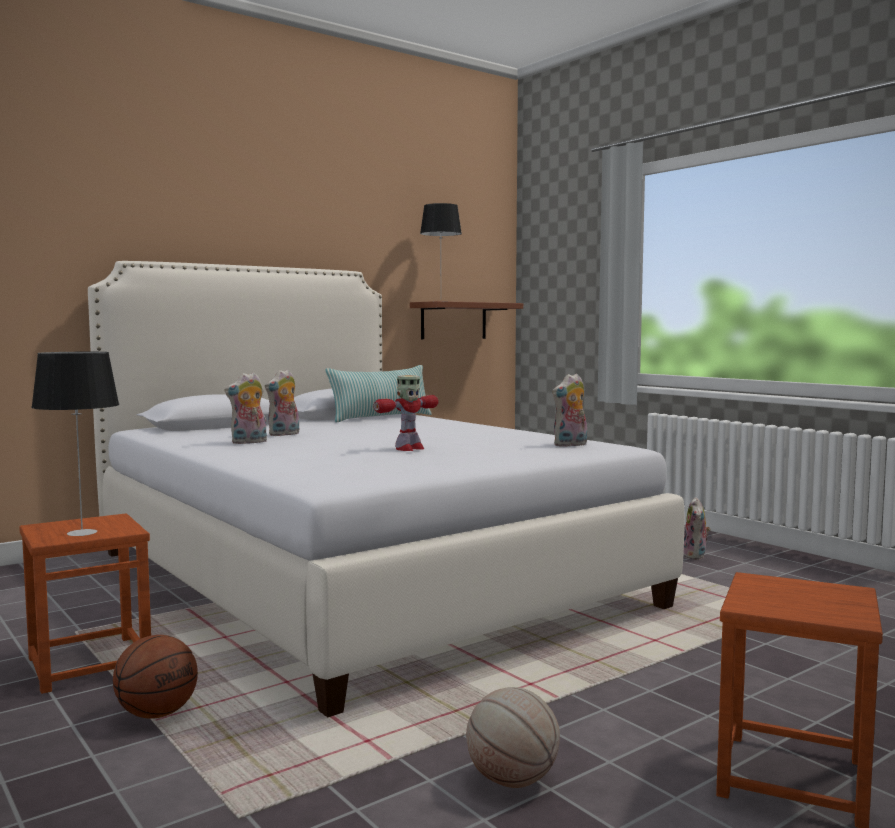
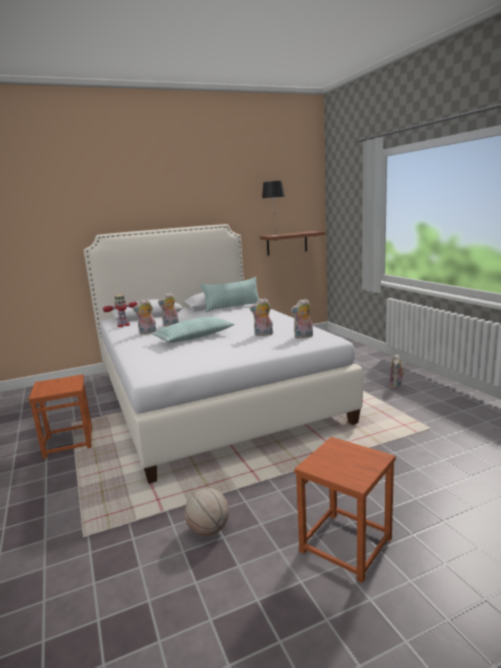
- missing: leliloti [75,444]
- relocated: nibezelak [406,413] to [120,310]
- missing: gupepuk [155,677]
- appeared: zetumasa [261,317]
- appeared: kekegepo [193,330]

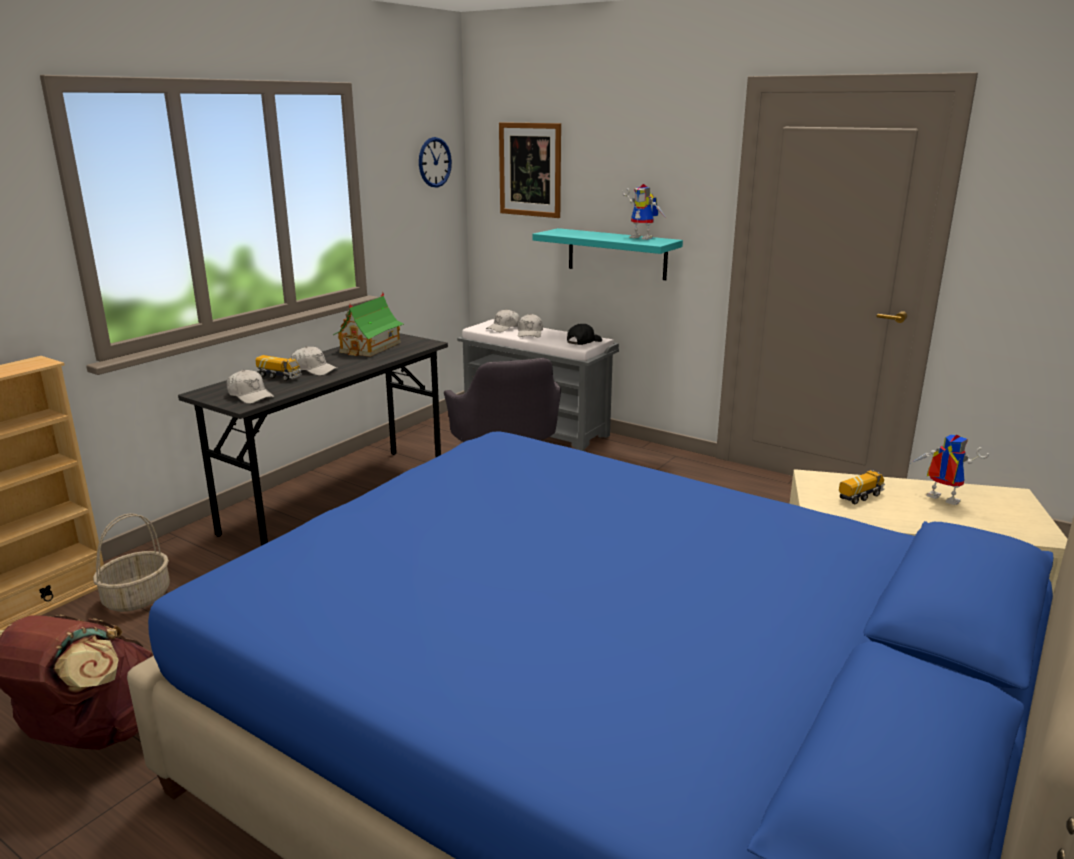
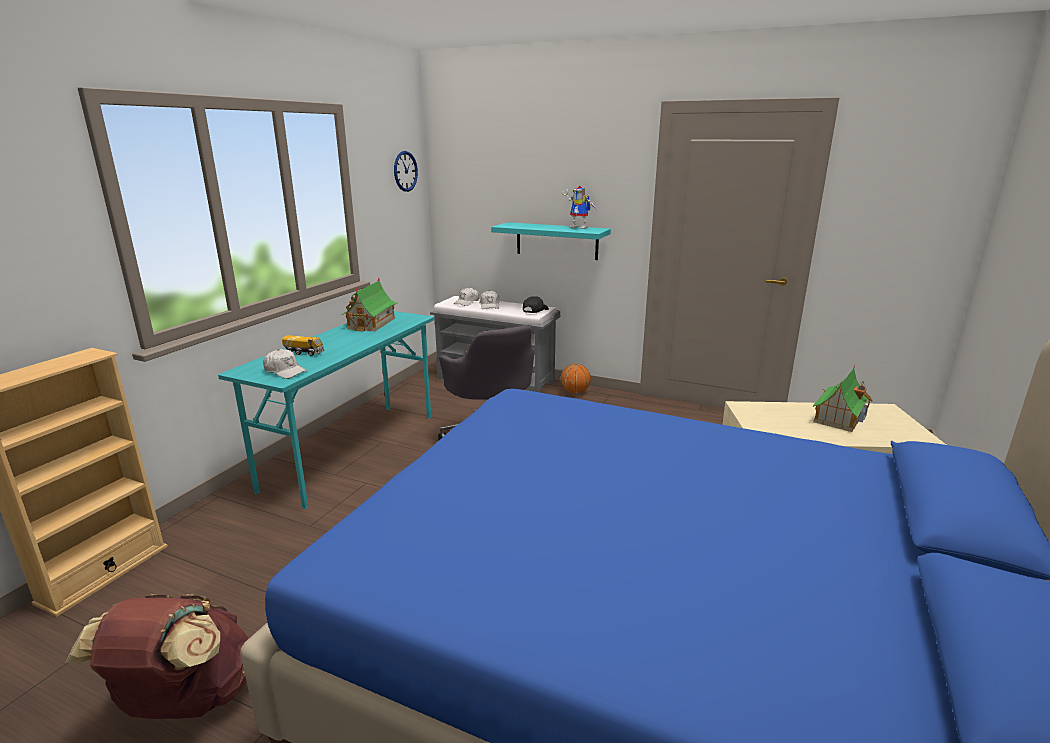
- missing: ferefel [530,170]
- colour: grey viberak [313,439] to turquoise viberak [326,410]
- missing: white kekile [314,361]
- exchanged: nibezelak [950,469] to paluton [843,398]
- missing: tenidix [862,487]
- missing: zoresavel [131,562]
- appeared: gupepuk [576,379]

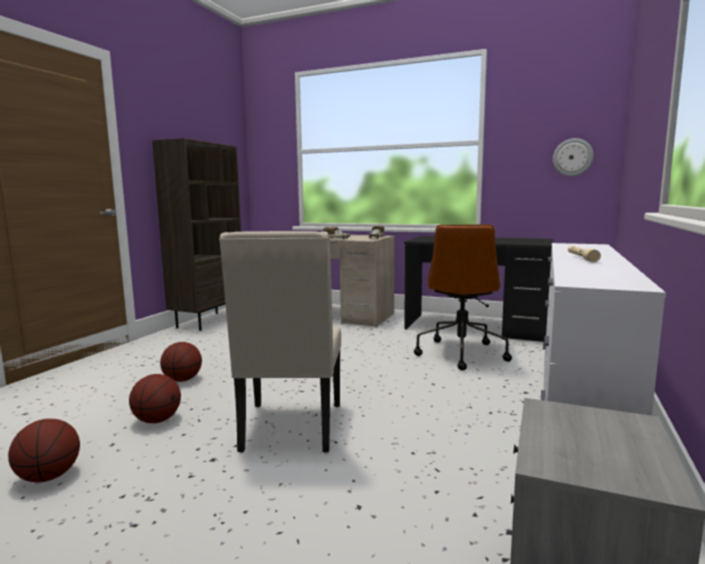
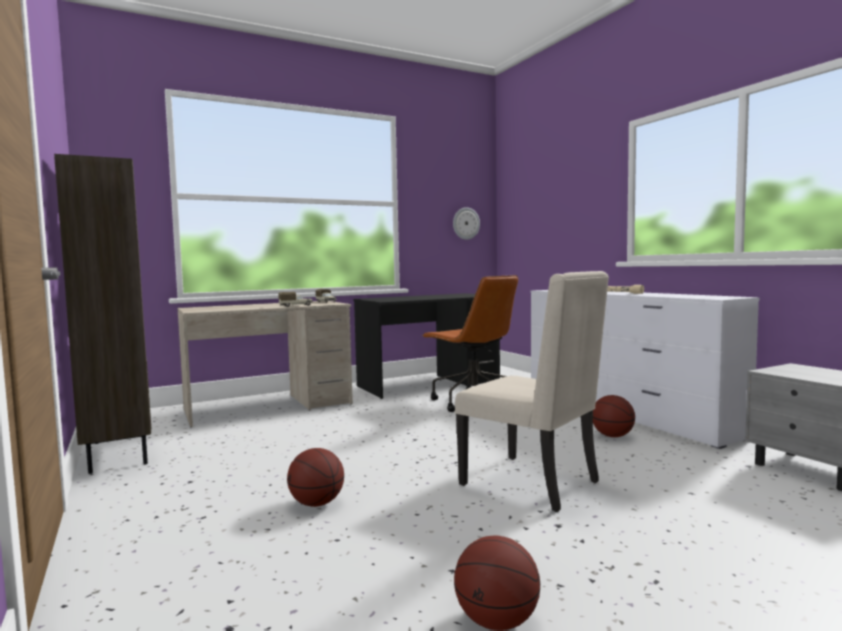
- relocated: gupepuk [155,398] to [614,416]

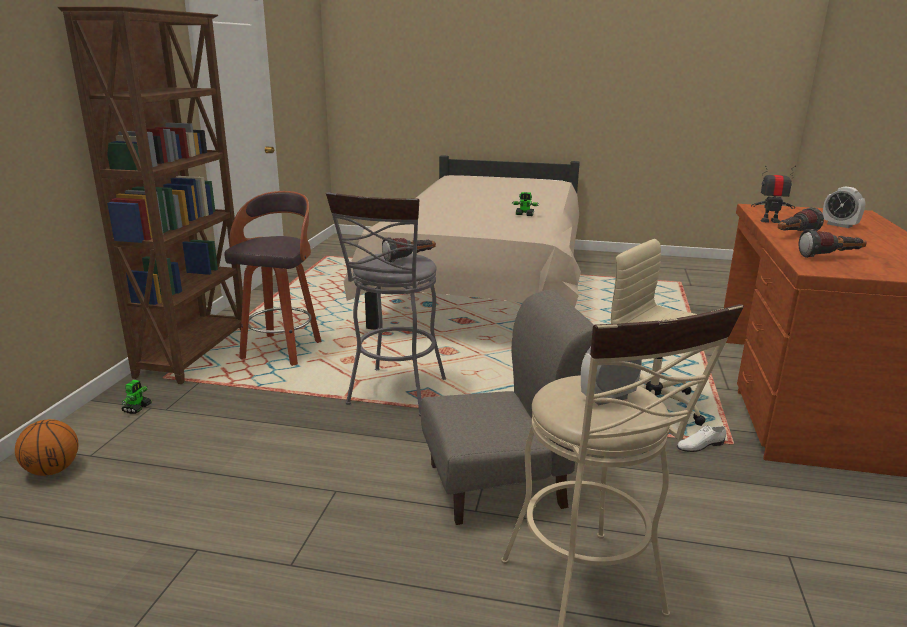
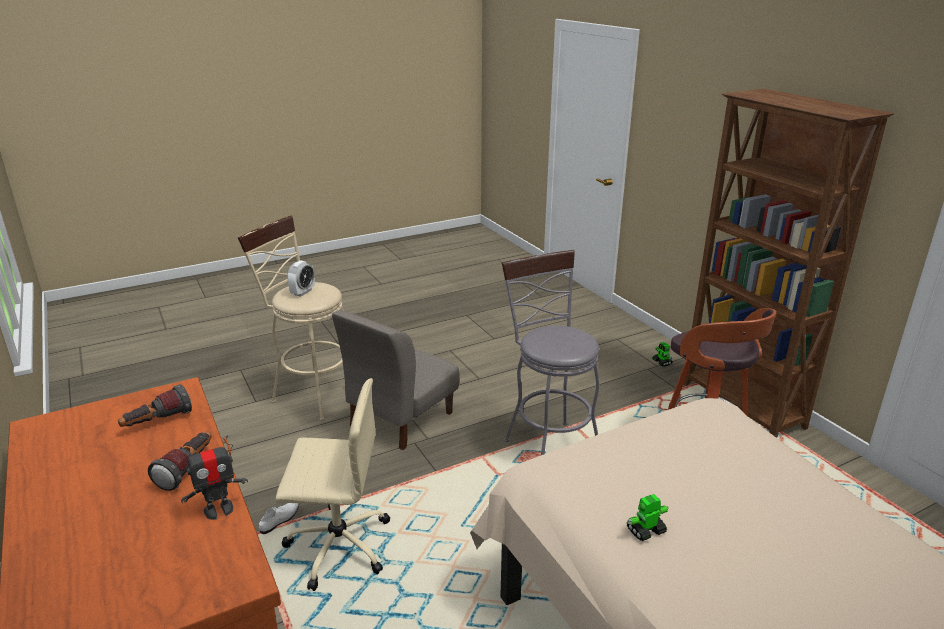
- missing: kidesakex [844,207]
- missing: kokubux [409,249]
- missing: gupepuk [47,447]

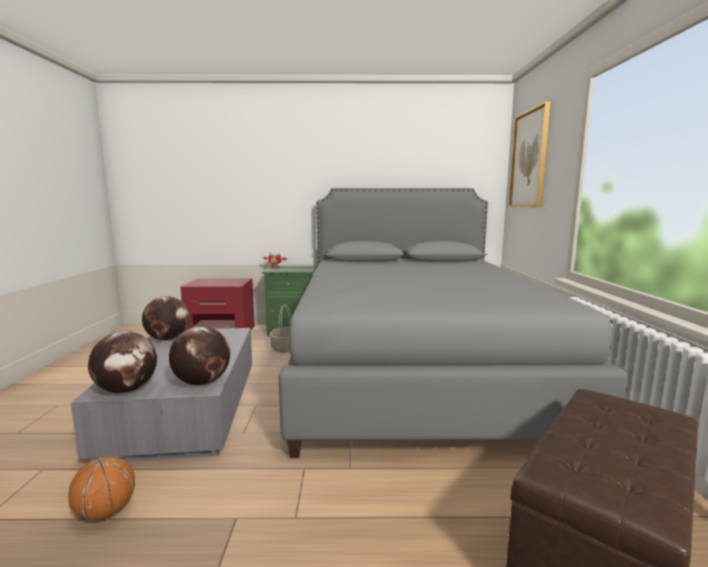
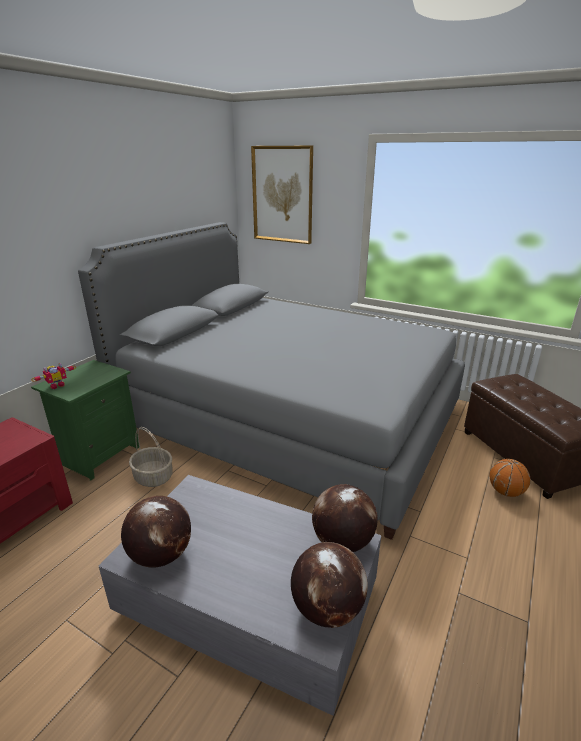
- relocated: gupepuk [101,488] to [510,478]

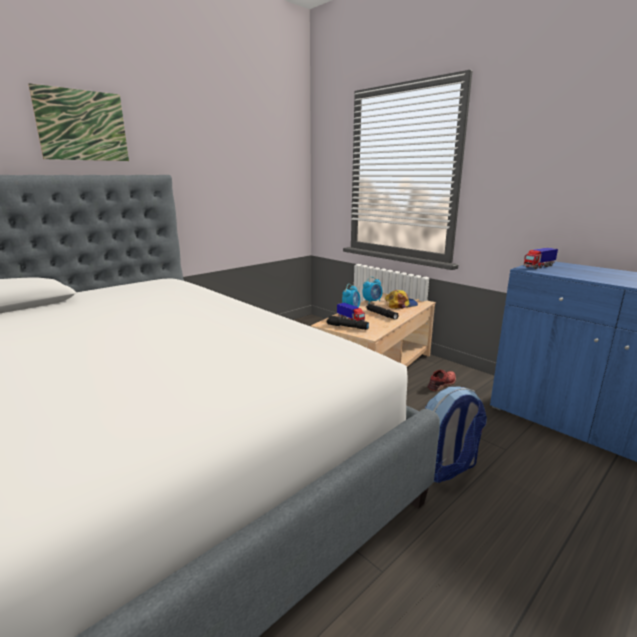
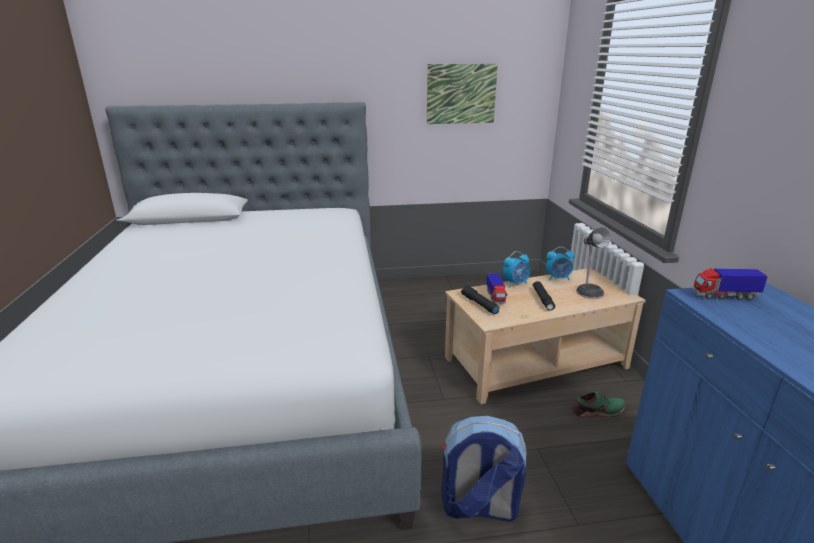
- relocated: ferefel [78,122] to [462,94]
- exchanged: kekile [401,299] to leliloti [593,263]
- colour: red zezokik [441,380] to green zezokik [599,404]

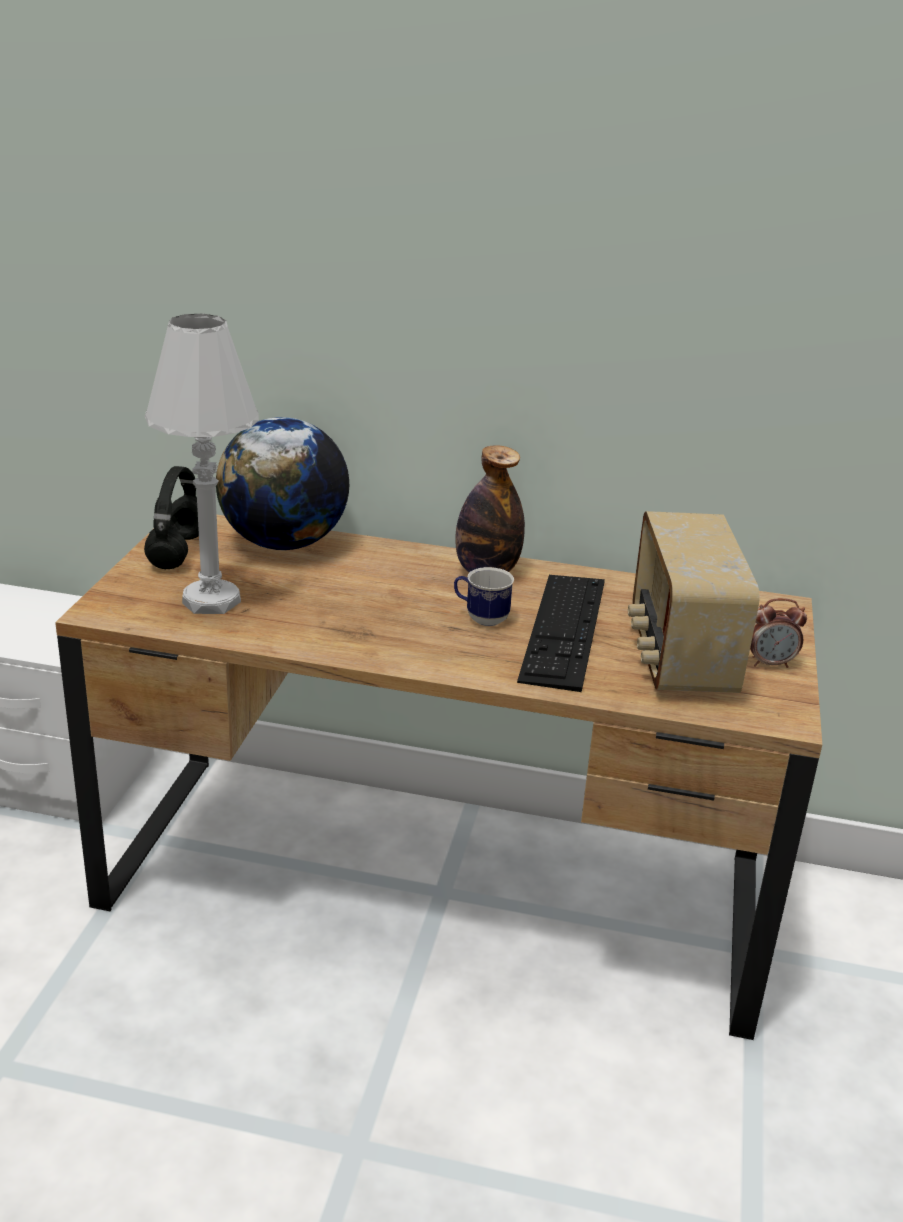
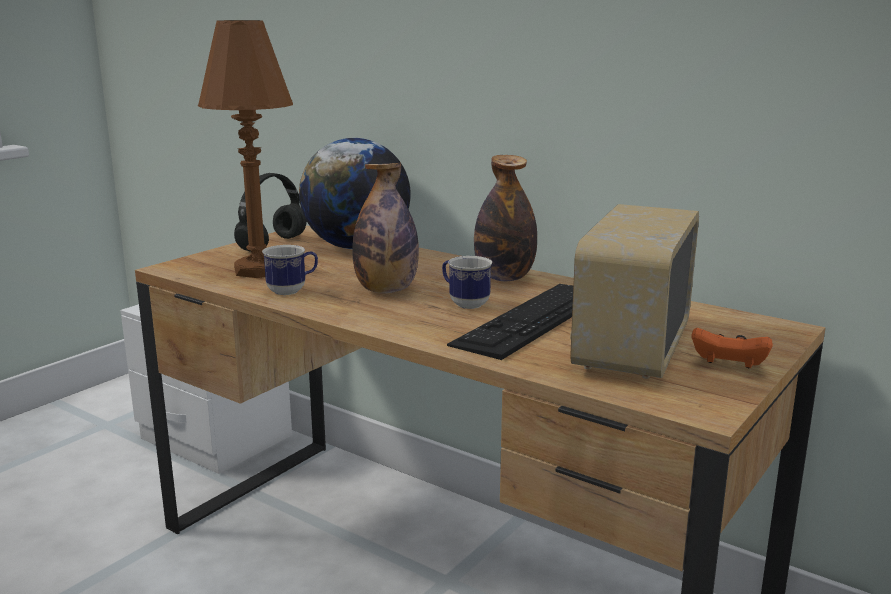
- colour: white leliloti [201,464] to brown leliloti [245,149]
- exchanged: kidesakex [778,633] to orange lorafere [732,348]
- appeared: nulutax [385,228]
- appeared: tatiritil [290,270]

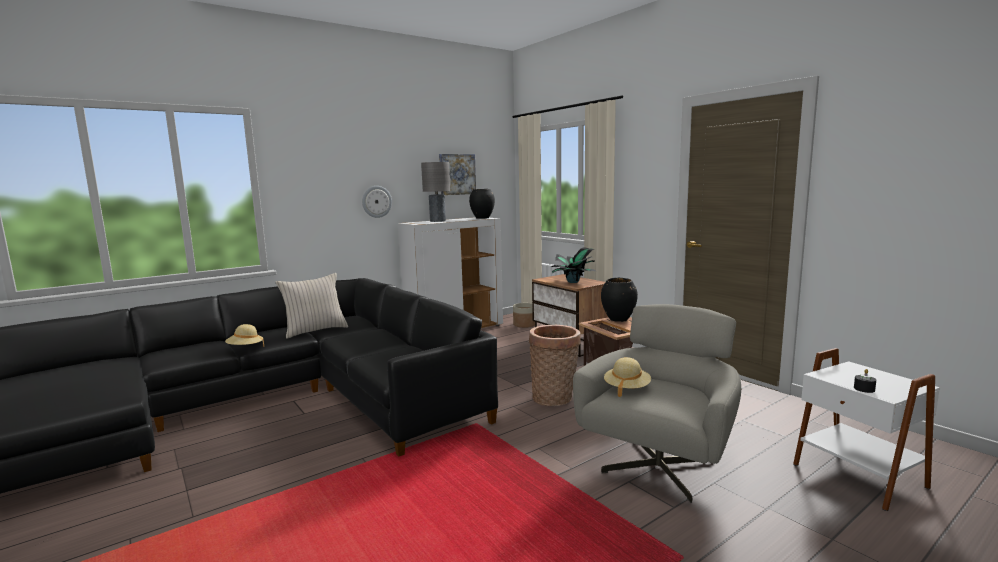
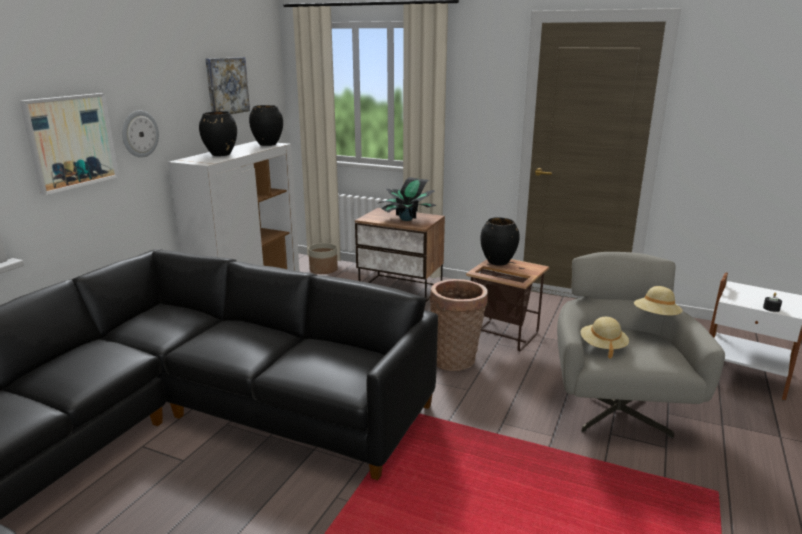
- exchanged: grey leliloti [435,192] to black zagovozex [218,133]
- missing: beige kekegepo [312,306]
- relocated: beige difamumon [244,335] to [658,300]
- appeared: ferefel [69,144]

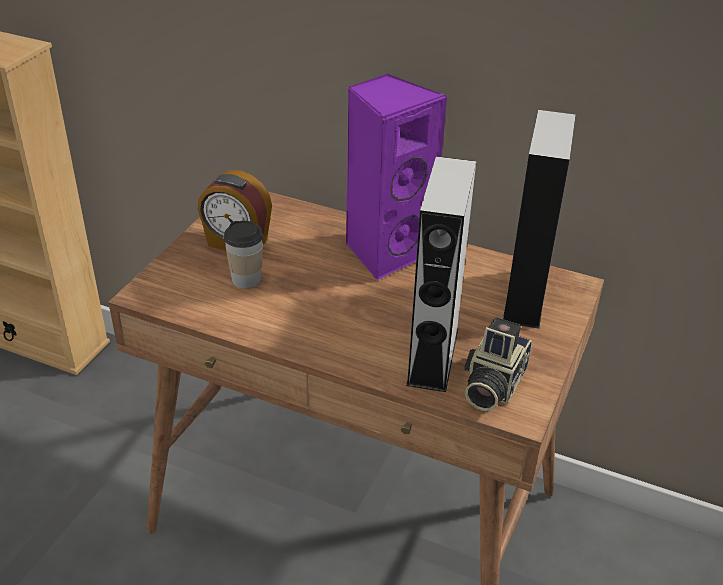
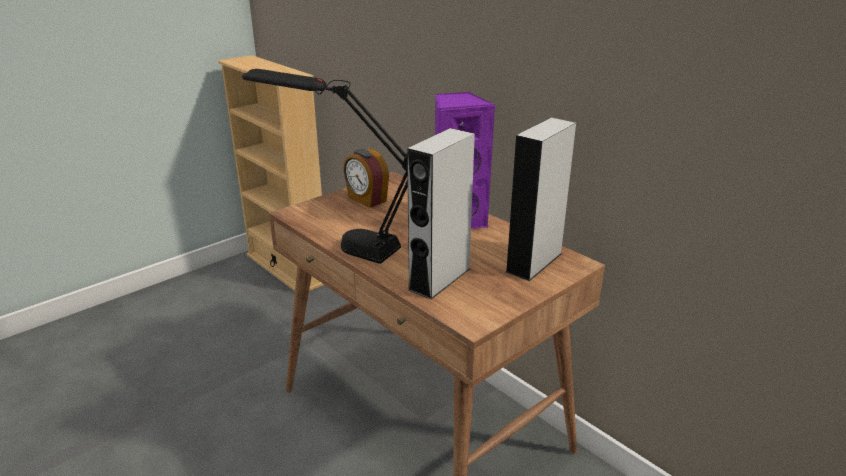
- missing: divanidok [243,255]
- missing: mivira [498,364]
- appeared: black leliloti [325,166]

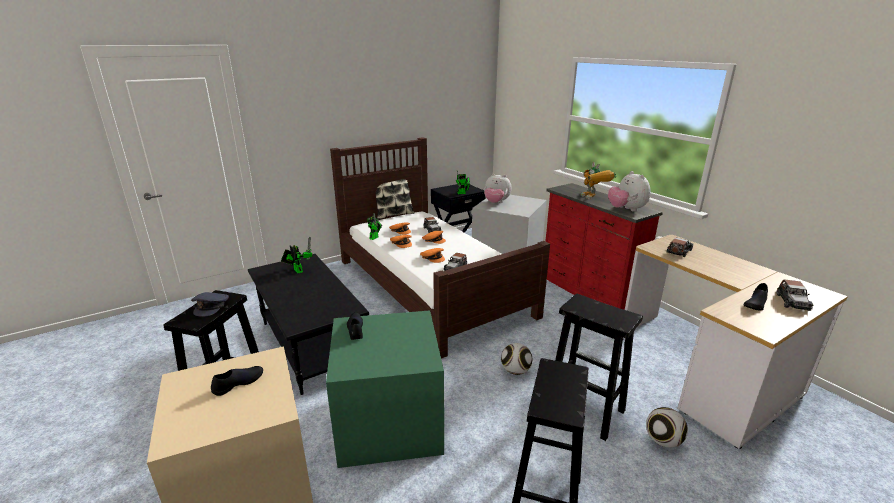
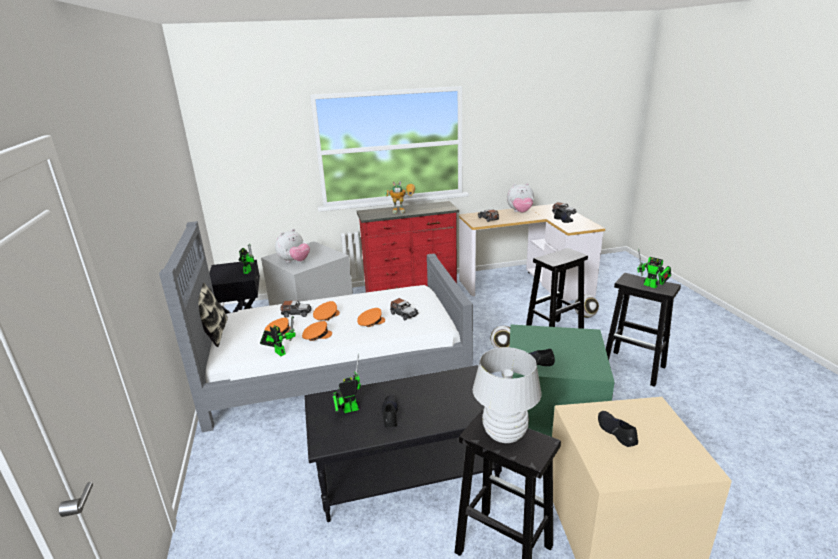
- colour: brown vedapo [440,248] to grey vedapo [316,326]
- relocated: zetumasa [629,191] to [520,198]
- exchanged: grey kekile [210,304] to white leliloti [507,395]
- appeared: nibezelak [654,268]
- appeared: black zezokik [389,411]

